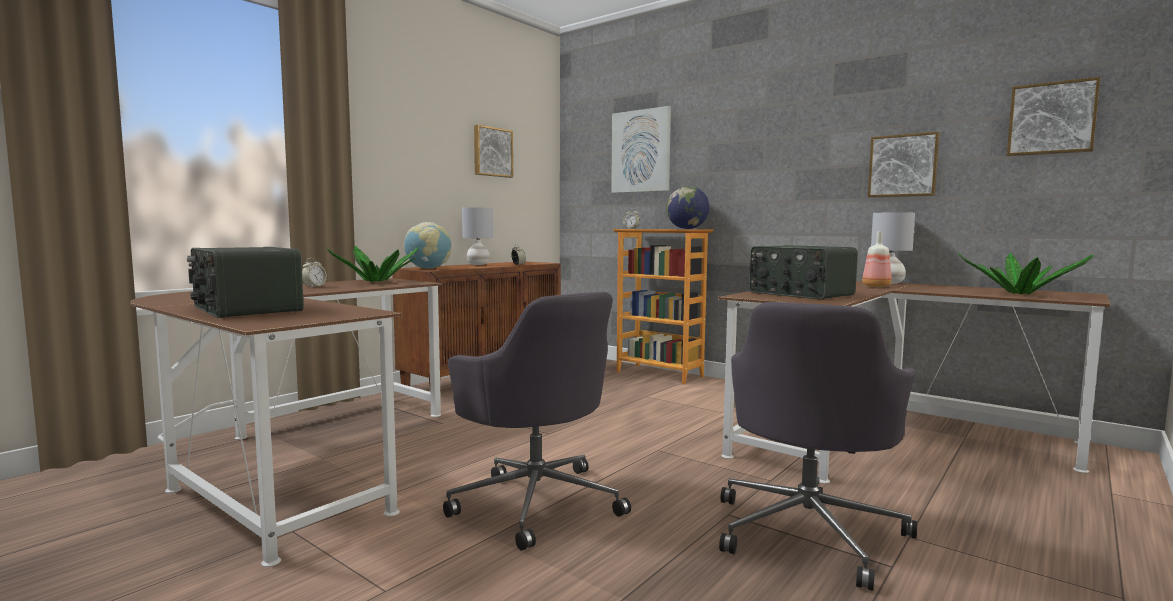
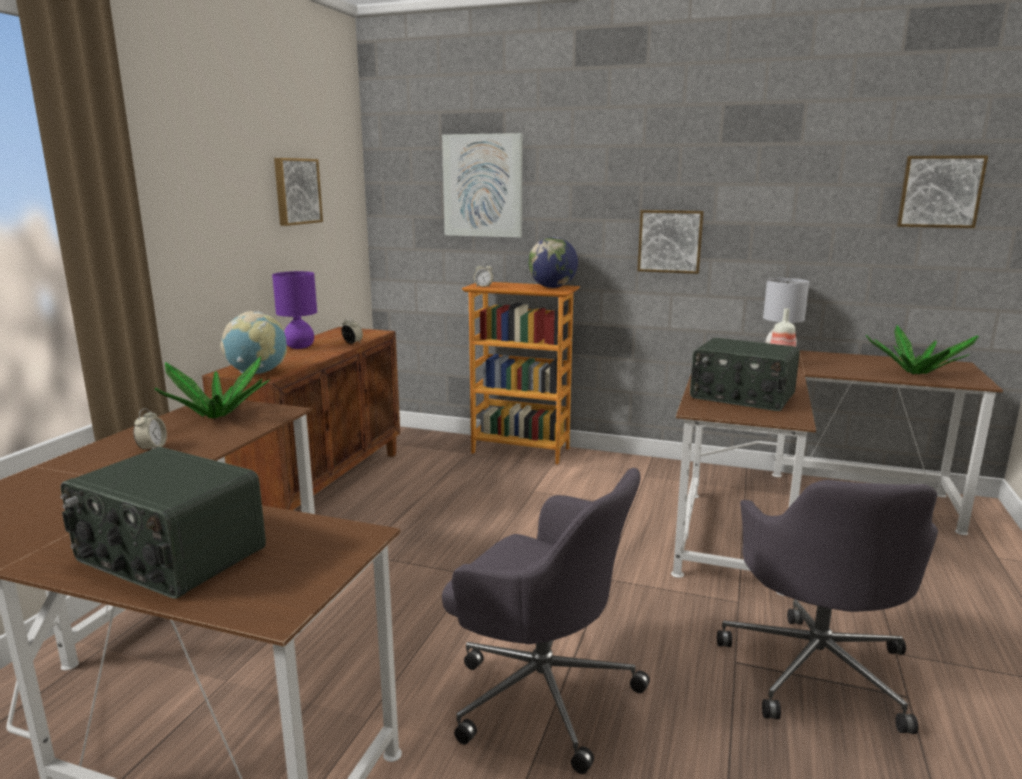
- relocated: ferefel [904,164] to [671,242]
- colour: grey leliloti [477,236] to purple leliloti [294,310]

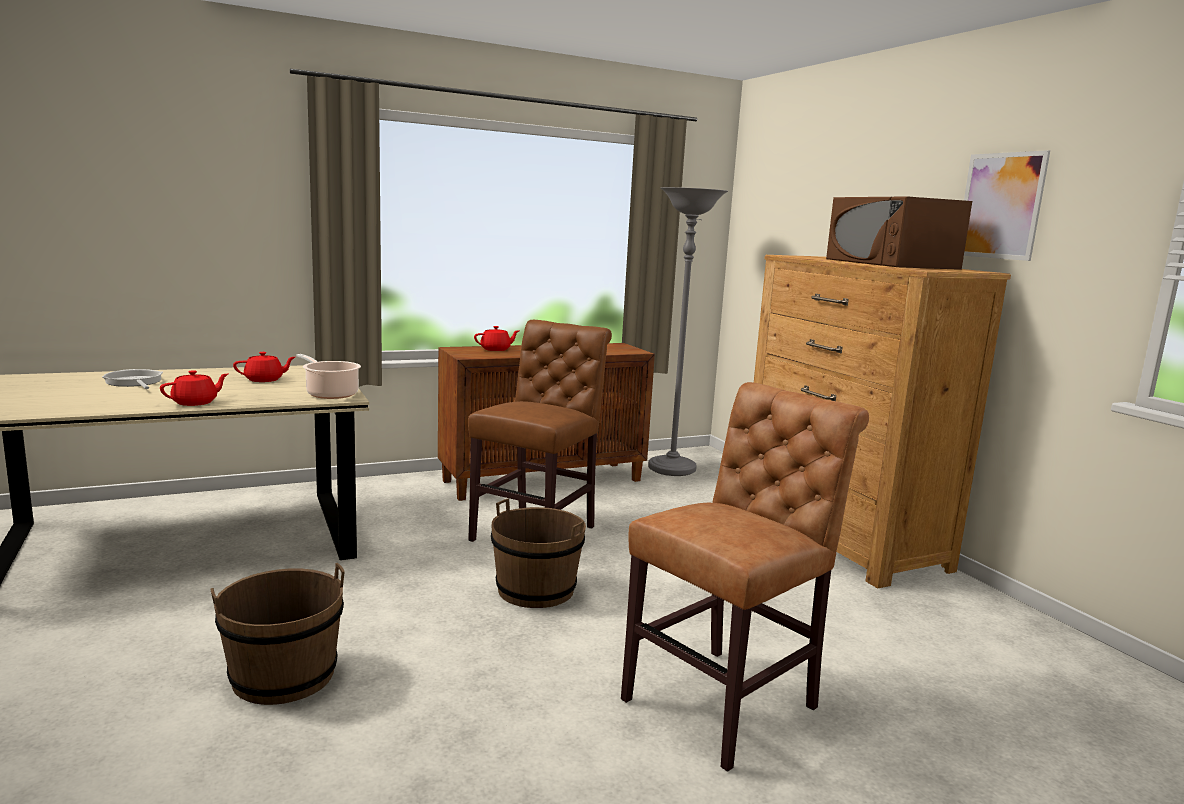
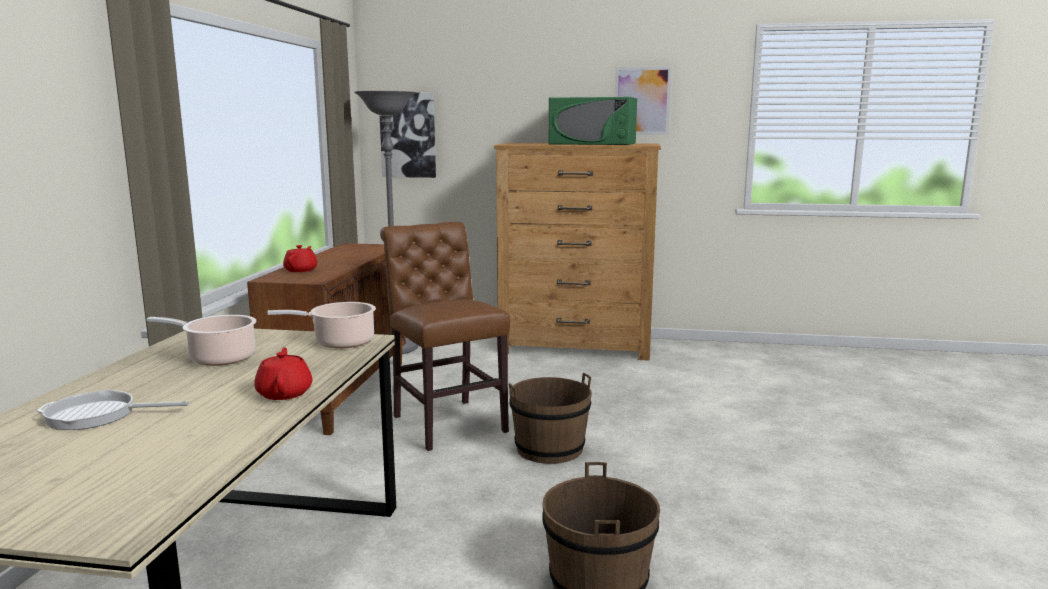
- colour: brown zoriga [899,233] to green zoriga [593,121]
- exchanged: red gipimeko [264,367] to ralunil [201,340]
- missing: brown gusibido [745,577]
- appeared: ferefel [408,135]

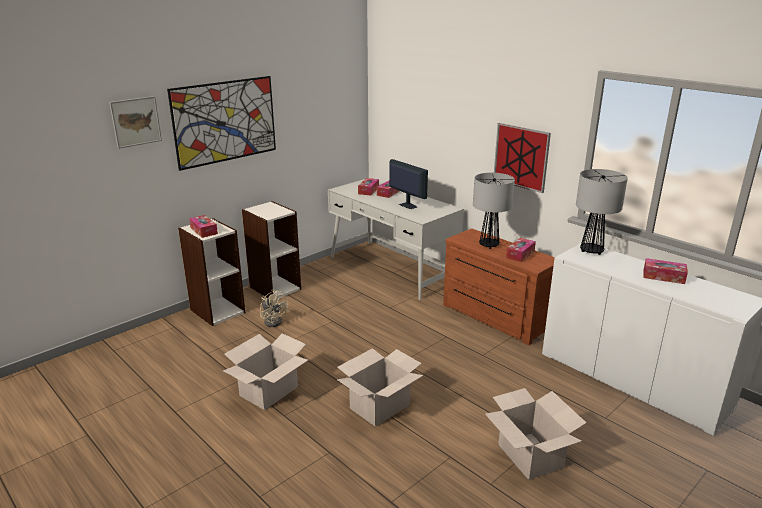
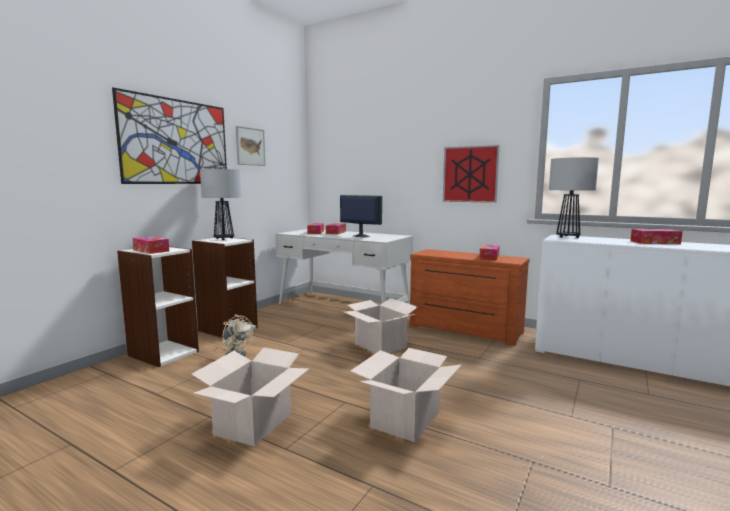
- relocated: ferefel [135,122] to [251,146]
- relocated: leliloti [494,211] to [220,204]
- relocated: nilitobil [535,434] to [380,325]

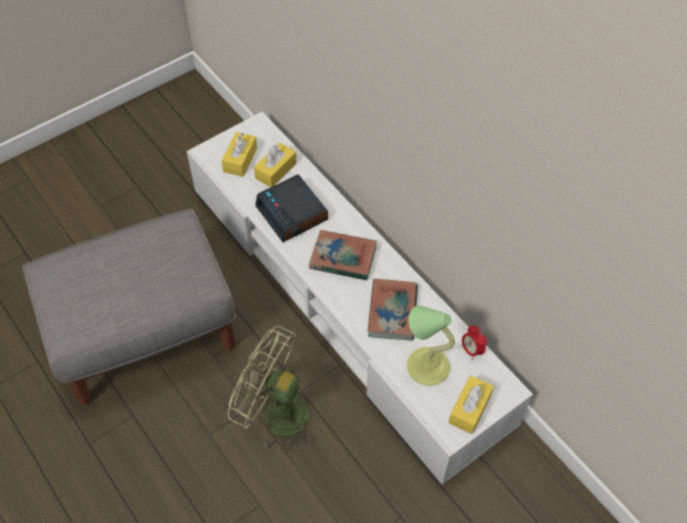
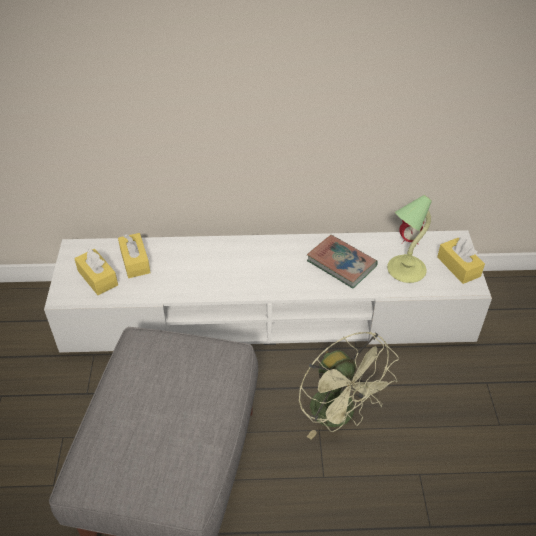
- missing: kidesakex [291,208]
- missing: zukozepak [343,255]
- spun: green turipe [271,389] = [349,386] 90 degrees counterclockwise

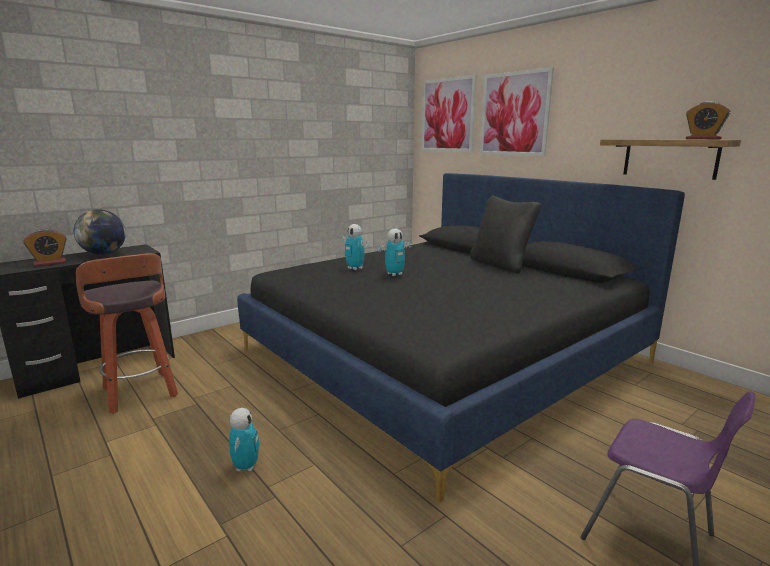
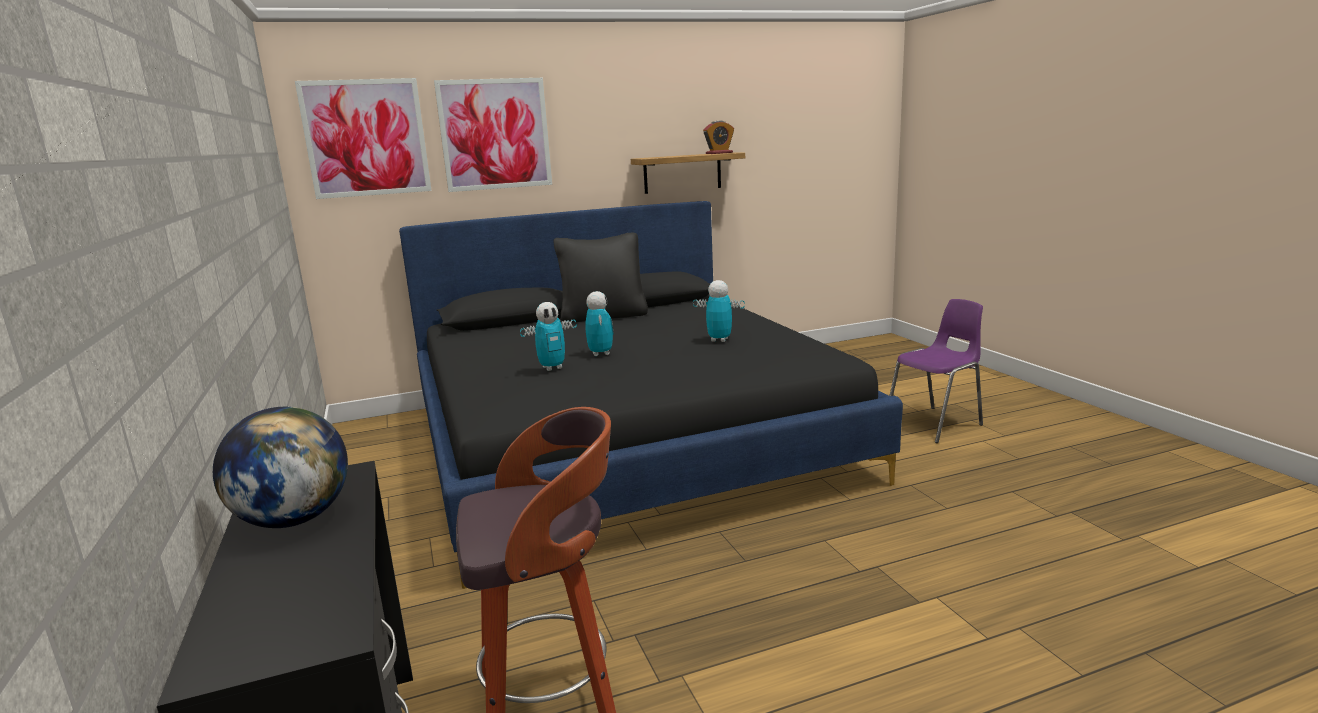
- missing: kidesakex [45,248]
- relocated: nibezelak [244,440] to [719,311]

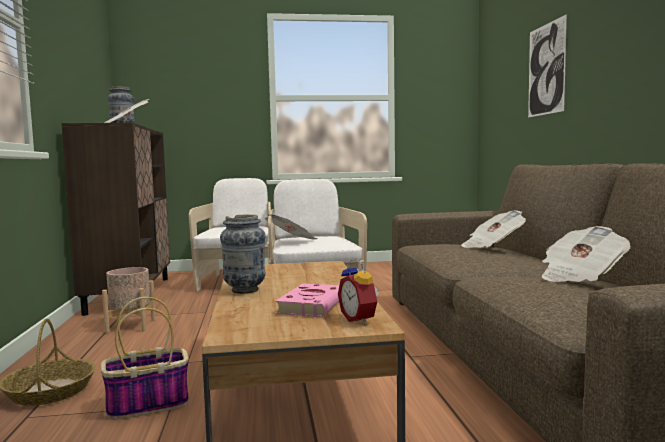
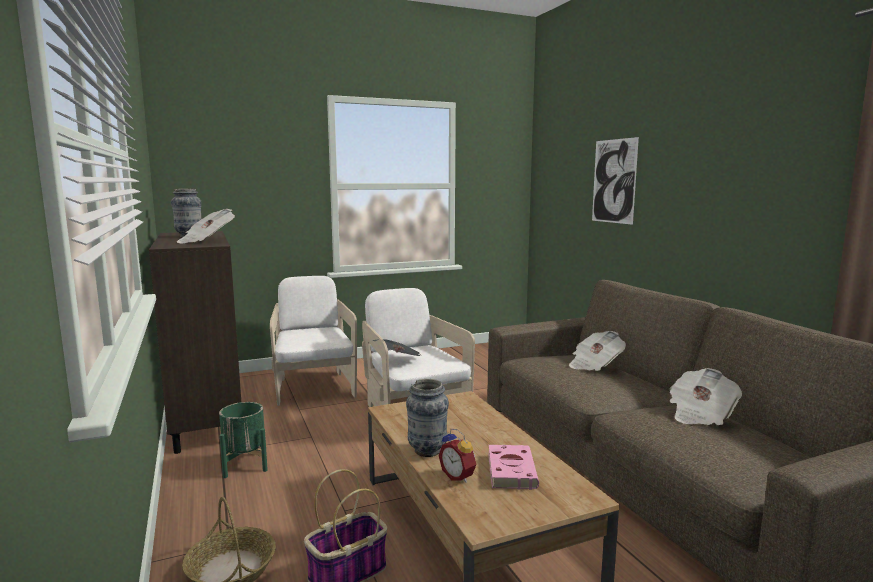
- relocated: kidesakex [358,291] to [457,456]
- colour: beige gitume [129,300] to green gitume [243,440]

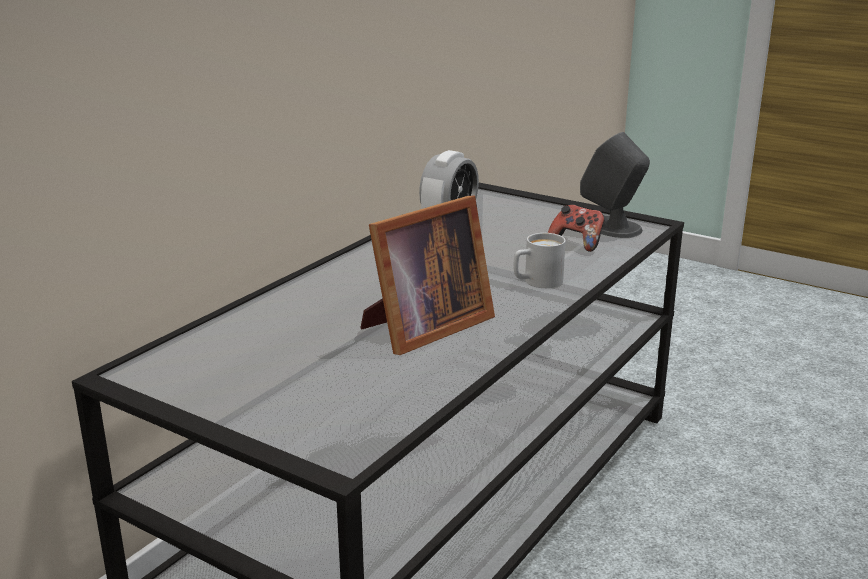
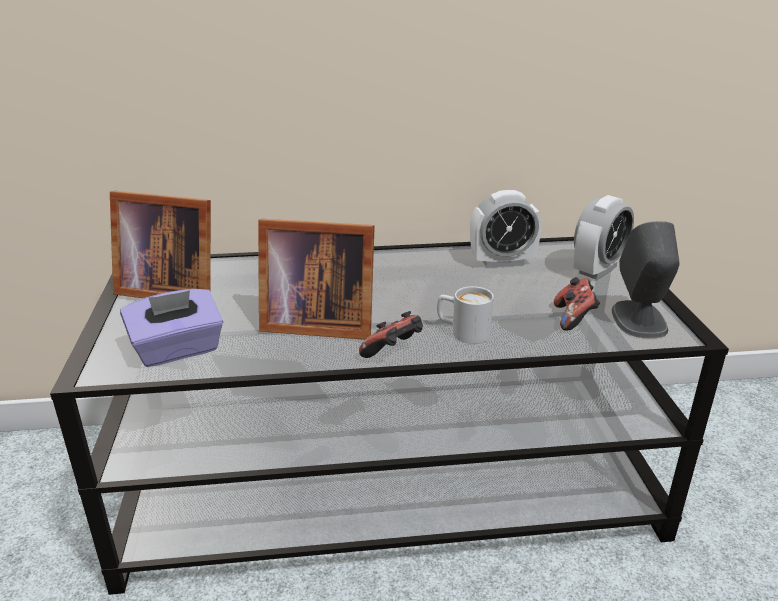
- appeared: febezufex [160,244]
- appeared: kidesakex [604,237]
- appeared: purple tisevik [171,328]
- appeared: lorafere [391,334]

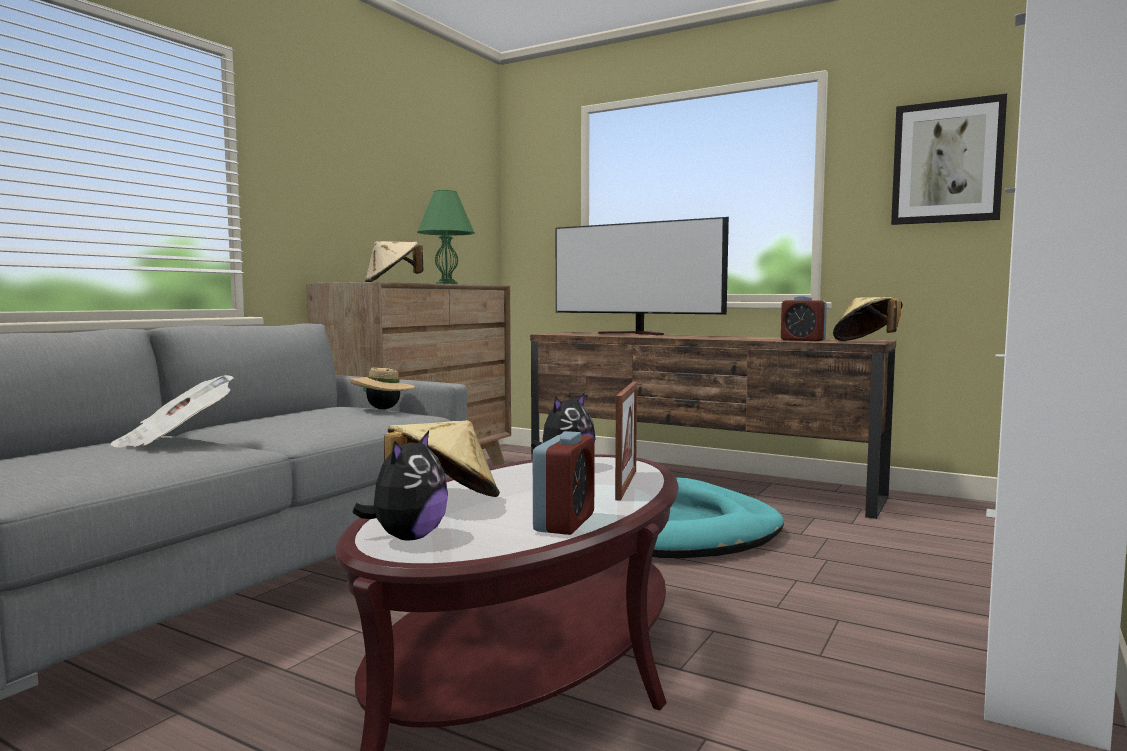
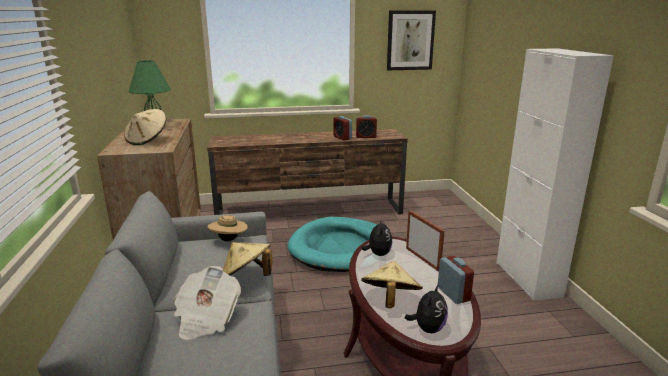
- missing: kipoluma [642,276]
- relocated: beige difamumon [868,319] to [248,259]
- spun: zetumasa [400,486] = [426,308] 45 degrees clockwise
- appeared: kidesakex [343,128]

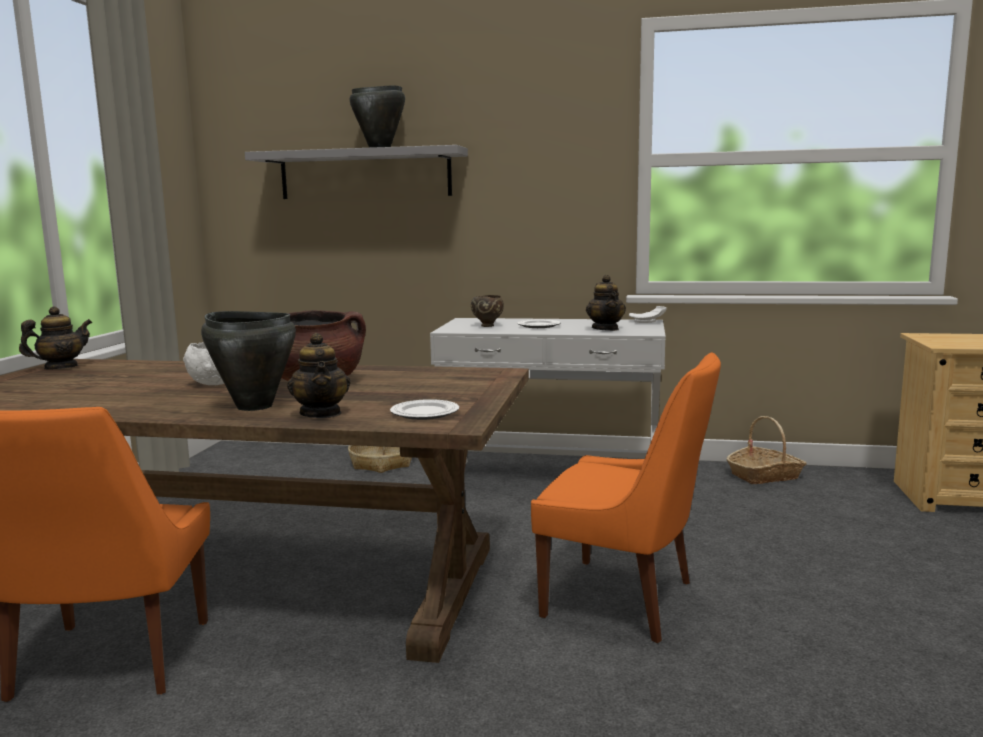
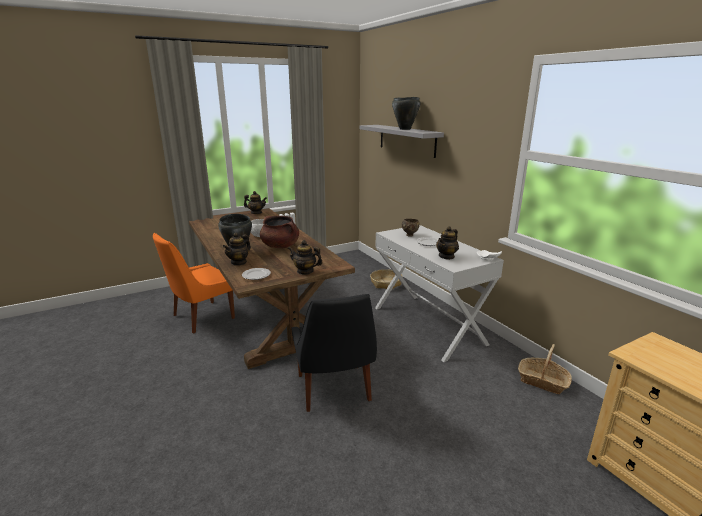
- colour: orange gusibido [626,497] to black gusibido [334,353]
- appeared: gipimeko [305,257]

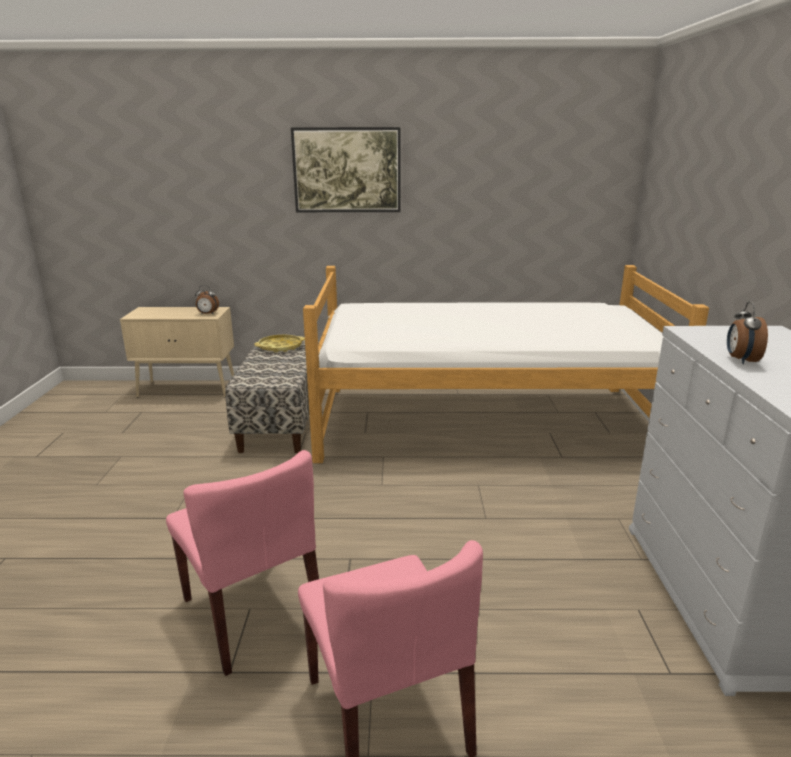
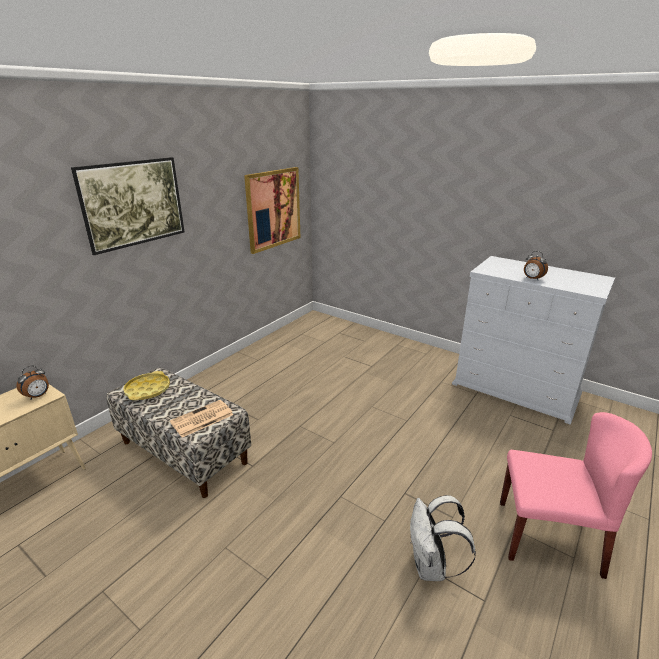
- missing: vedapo [506,364]
- exchanged: pink gusibido [242,563] to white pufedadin [443,538]
- appeared: ferefel [272,210]
- appeared: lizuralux [202,418]

